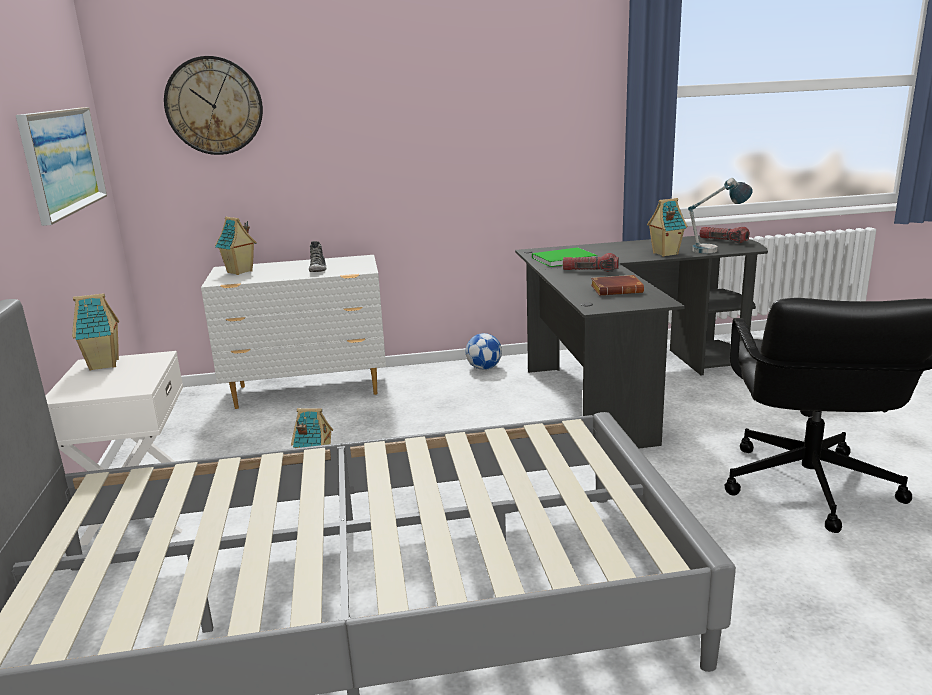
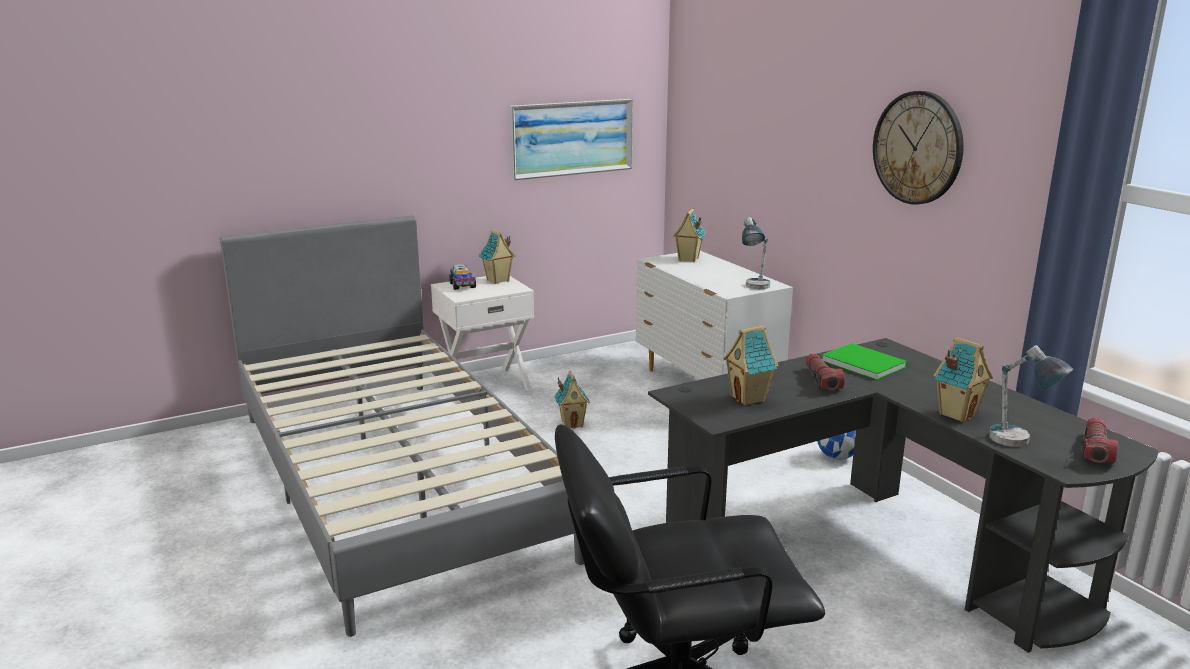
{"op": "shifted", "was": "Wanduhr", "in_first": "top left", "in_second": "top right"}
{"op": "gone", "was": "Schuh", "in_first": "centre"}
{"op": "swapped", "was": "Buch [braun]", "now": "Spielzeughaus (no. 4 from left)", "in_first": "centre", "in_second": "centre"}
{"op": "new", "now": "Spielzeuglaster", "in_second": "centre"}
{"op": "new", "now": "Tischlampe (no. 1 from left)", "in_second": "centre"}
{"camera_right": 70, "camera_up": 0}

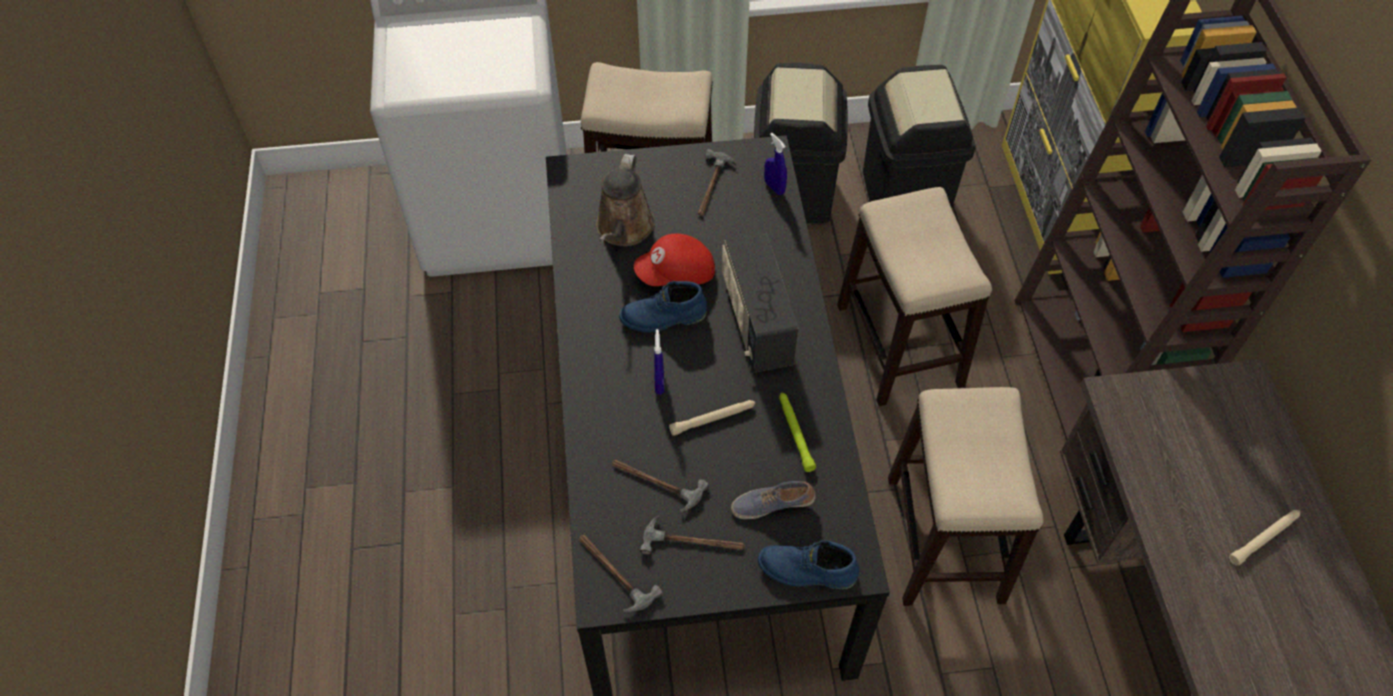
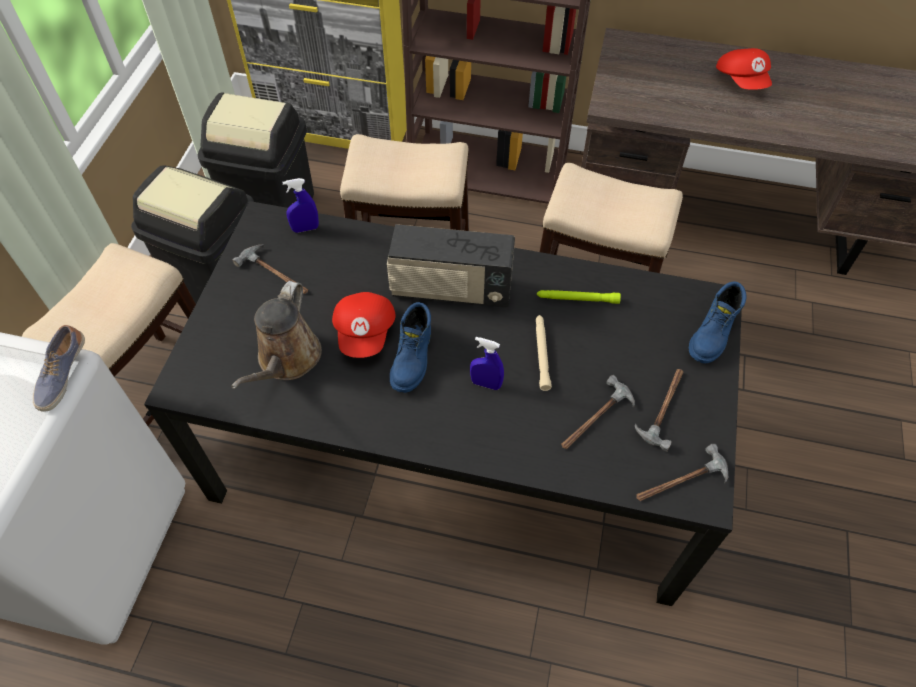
{"op": "rotated", "was": "Gießkanne [braun]", "in_first": "top centre", "in_second": "middle left", "clockwise": 75}
{"op": "shifted", "was": "Schuh", "in_first": "bottom centre", "in_second": "middle left"}
{"op": "swapped", "was": "Taschenlampe [beige] (no. 2 from left)", "now": "Kappe [rot] (no. 2 from left)", "in_first": "bottom right", "in_second": "top right"}
{"camera_right": -70, "camera_up": 0}

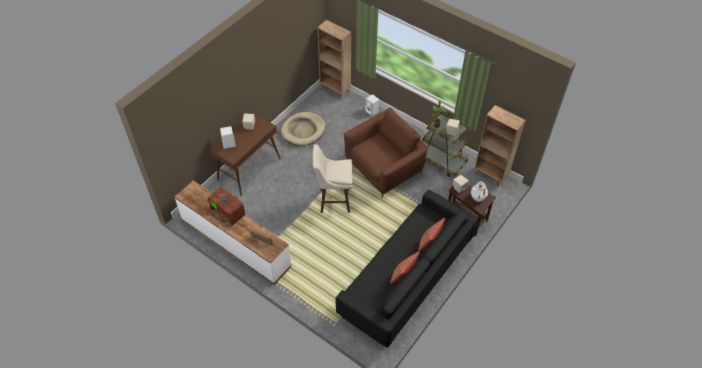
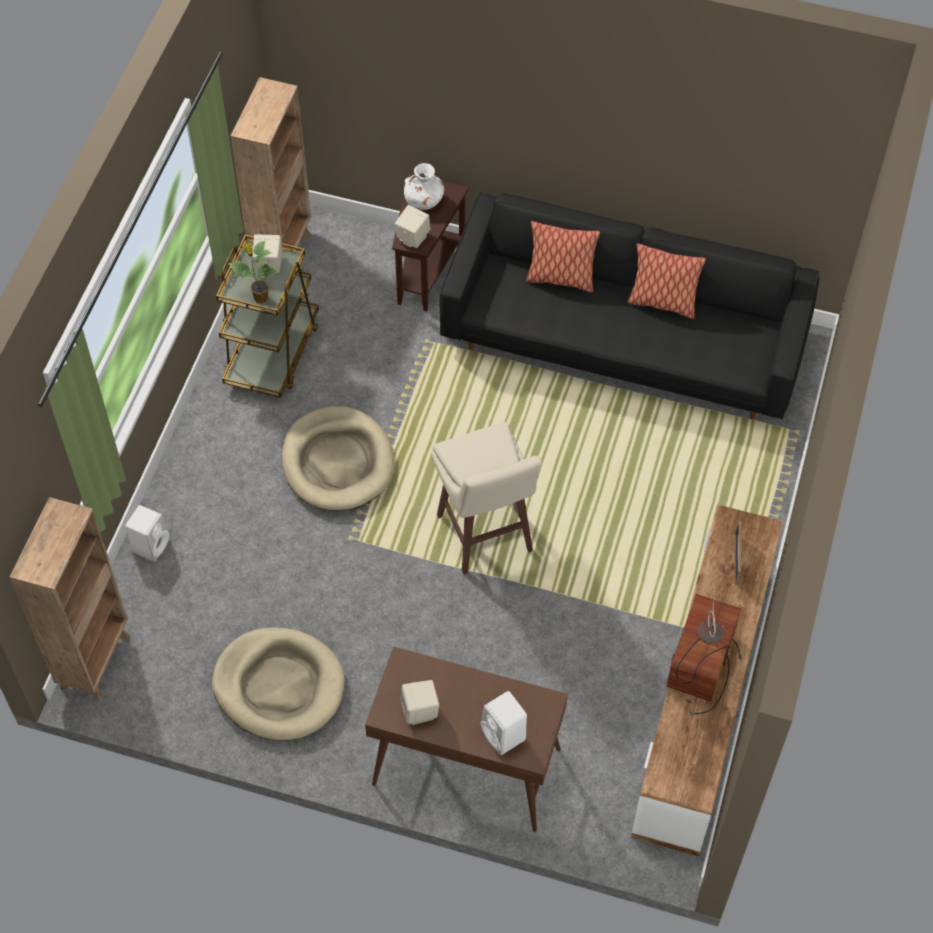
{"op": "swapped", "was": "Sessel [braun]", "now": "Hundebett [beige] (no. 2 from left)", "in_first": "centre", "in_second": "centre"}
{"camera_right": -110, "camera_up": 5}

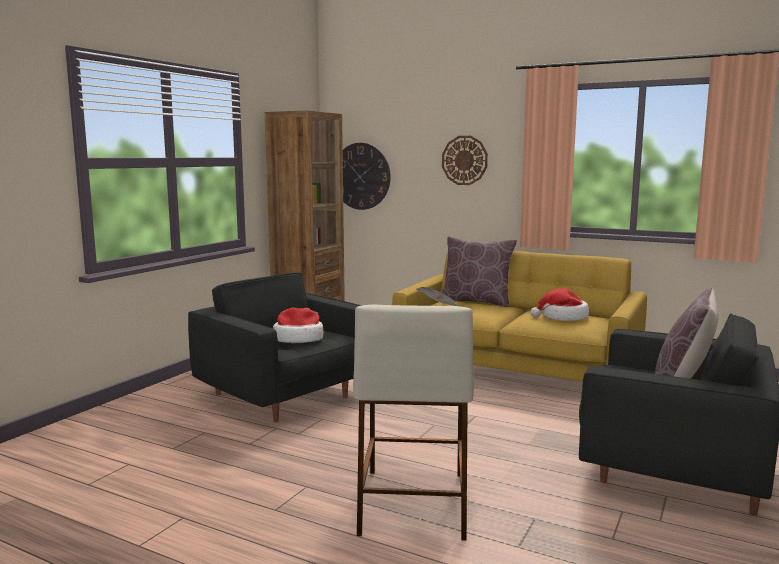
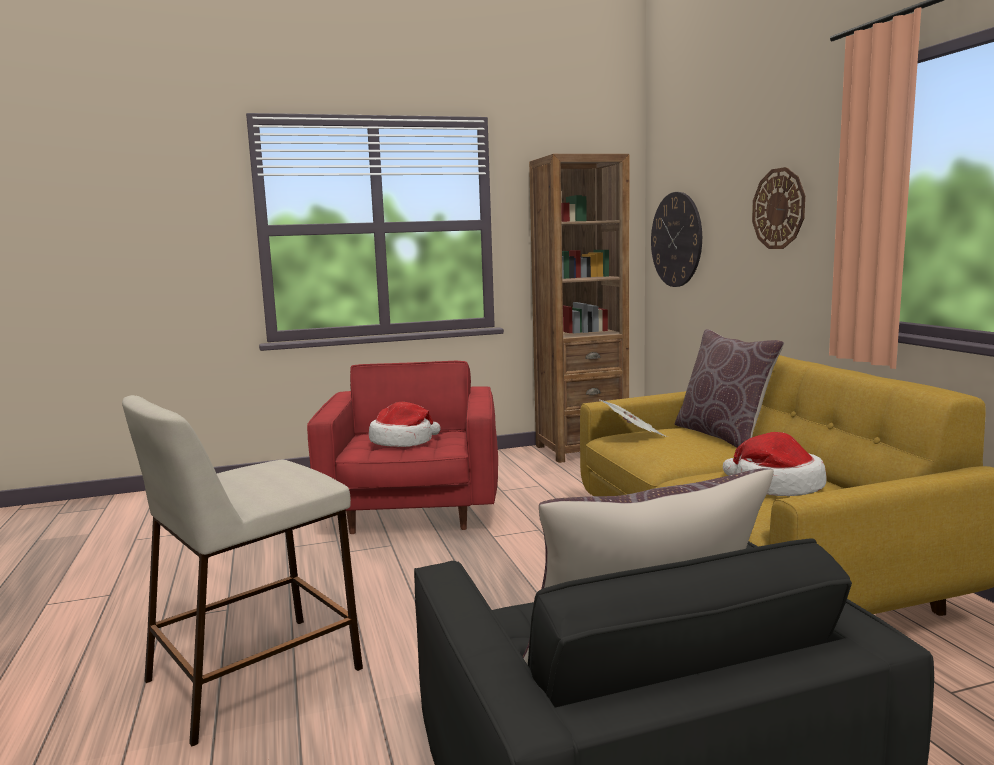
{"op": "repainted", "was": "Sessel [schwarz] (no. 1 from left)", "now": "Sessel [rot]", "in_first": "centre", "in_second": "centre"}
{"camera_right": 45, "camera_up": 0}

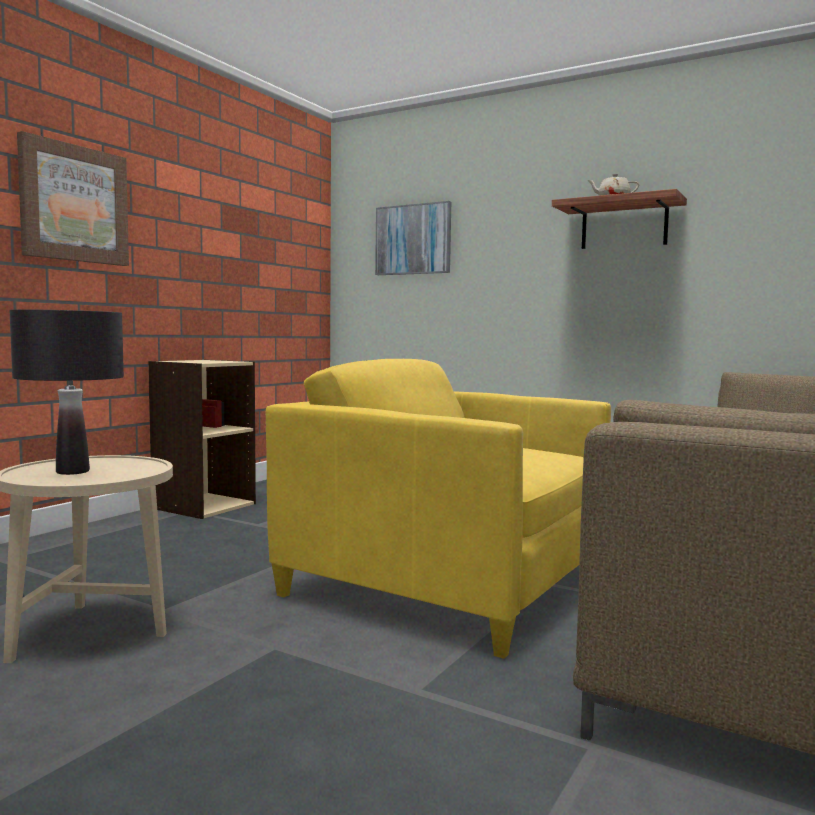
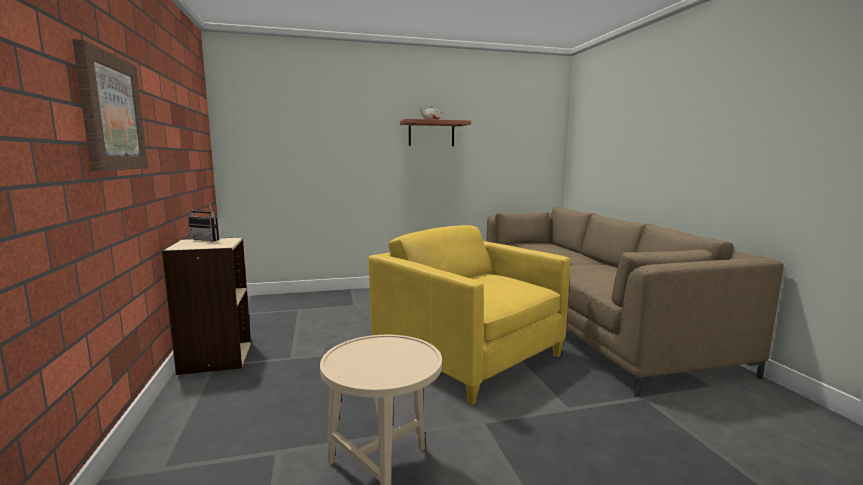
{"op": "gone", "was": "Tischlampe [schwarz]", "in_first": "middle left"}
{"op": "rotated", "was": "Sessel [gelb]", "in_first": "centre", "in_second": "centre", "clockwise": 60}
{"op": "gone", "was": "Bild (no. 2 from left)", "in_first": "top centre"}
{"op": "new", "now": "Radio", "in_second": "middle left"}
{"camera_right": -45, "camera_up": 5}

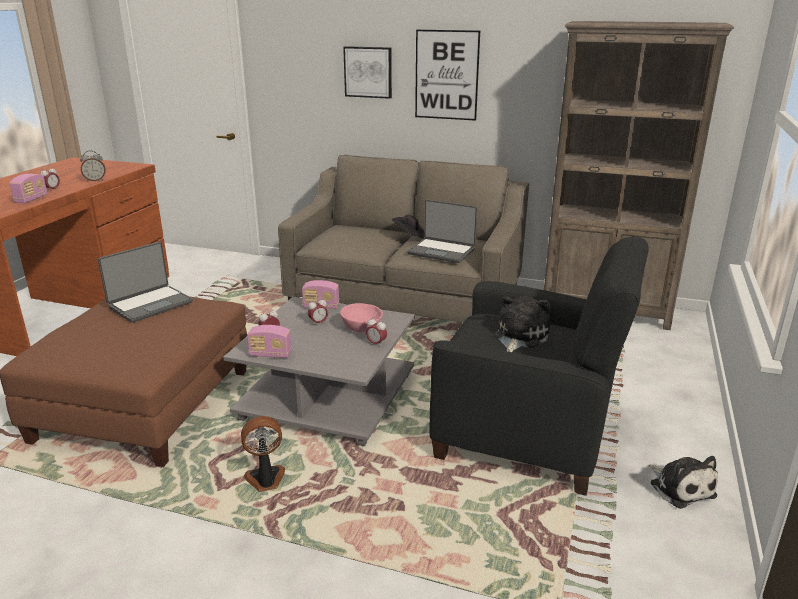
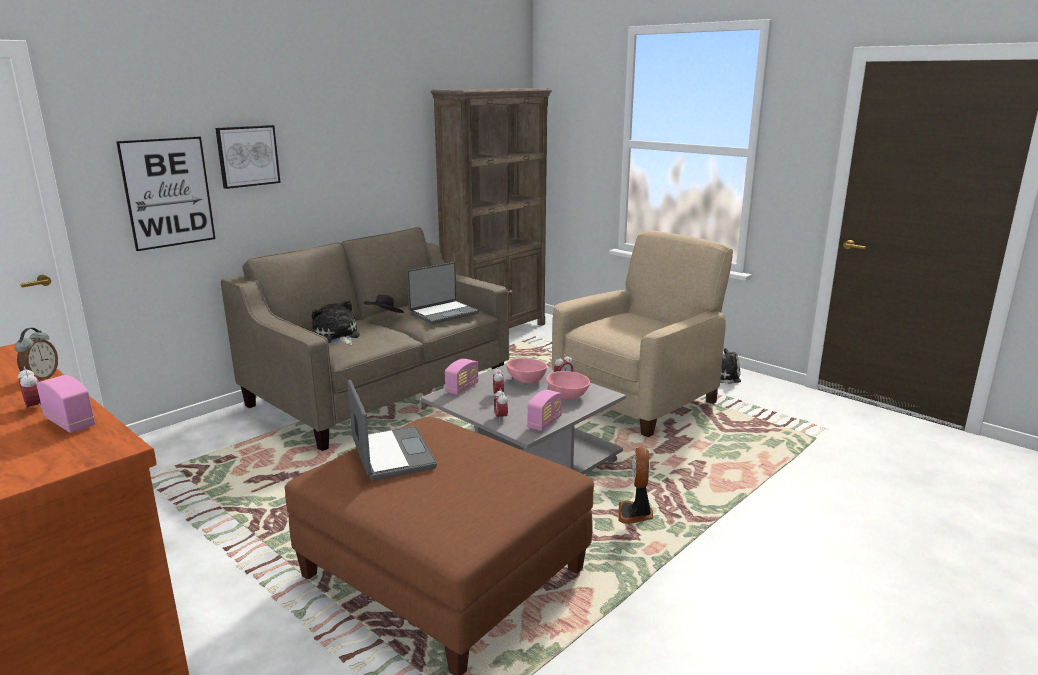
{"op": "shifted", "was": "Bild (no. 2 from left in the first image)", "now": "Bild (no. 1 from left)", "in_first": "top centre", "in_second": "top left"}
{"op": "repainted", "was": "Sessel [schwarz]", "now": "Sessel [beige]", "in_first": "middle right", "in_second": "centre"}
{"op": "shifted", "was": "Plüschtier (no. 1 from left)", "in_first": "centre", "in_second": "middle left"}
{"op": "new", "now": "Schüssel [rosa] (no. 2 from left)", "in_second": "centre"}
{"camera_right": -65, "camera_up": -5}

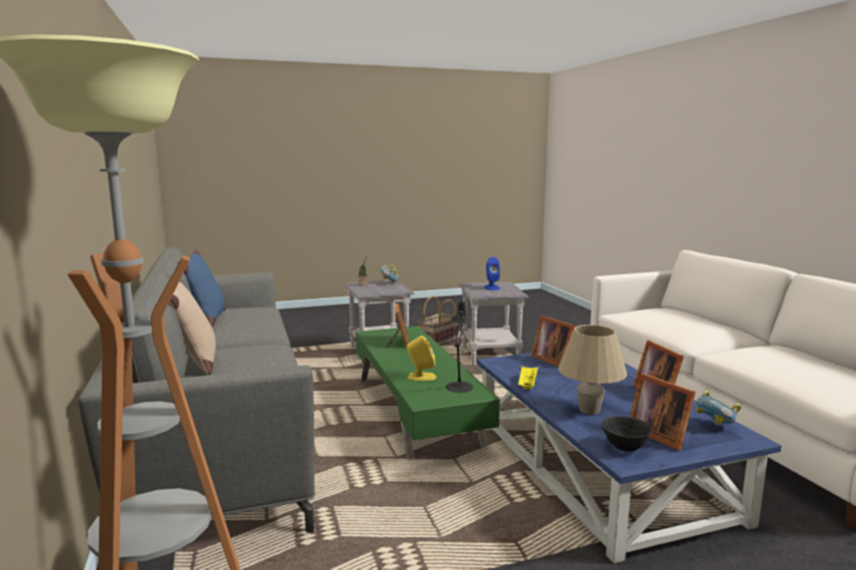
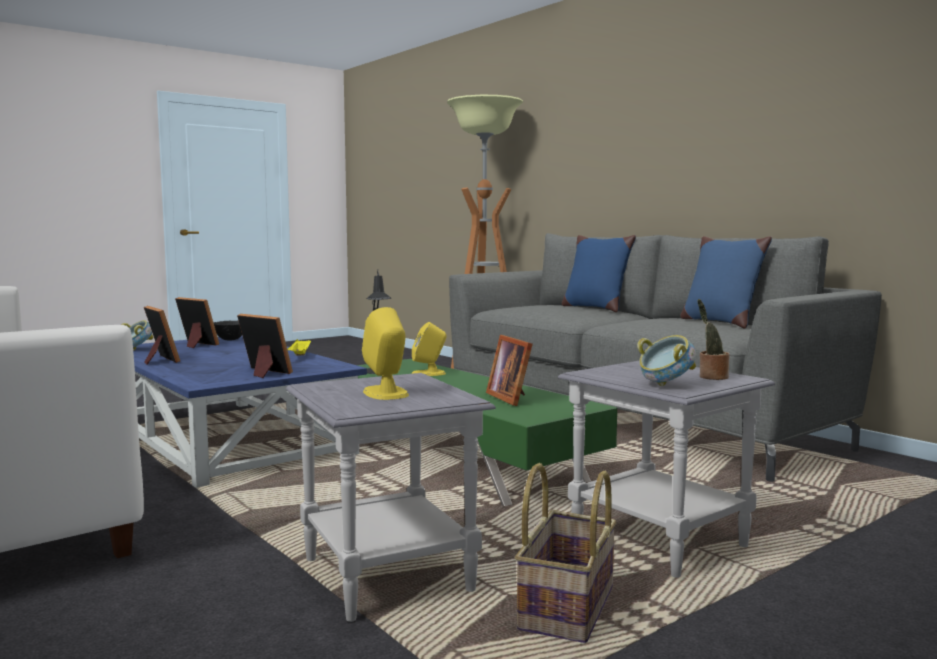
{"op": "repainted", "was": "Kissen [beige]", "now": "Kissen [blau] (no. 1 from left)", "in_first": "middle left", "in_second": "centre"}
{"op": "repainted", "was": "Lautsprecher [blau]", "now": "Lautsprecher [gelb] (no. 1 from left)", "in_first": "centre", "in_second": "centre"}
{"op": "gone", "was": "Tischlampe [beige]", "in_first": "middle right"}
{"camera_right": 160, "camera_up": -5}

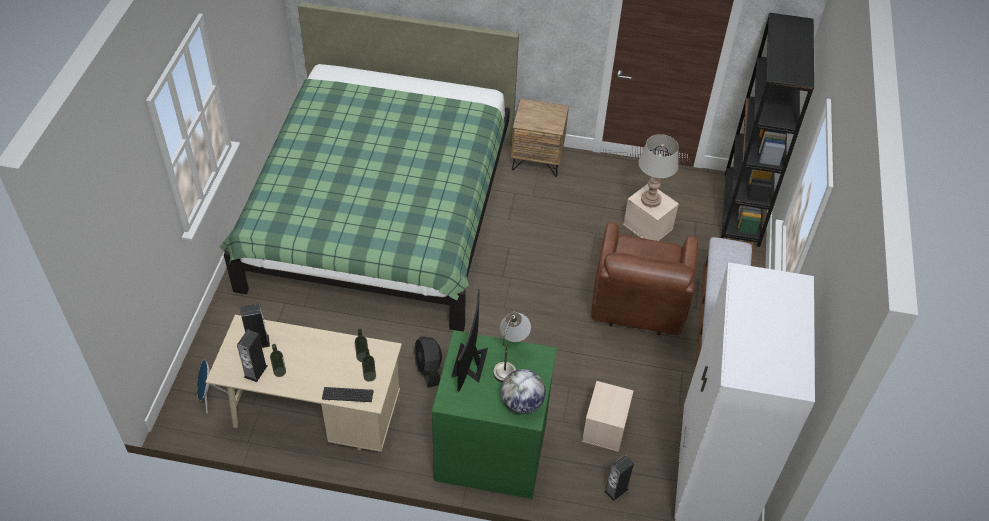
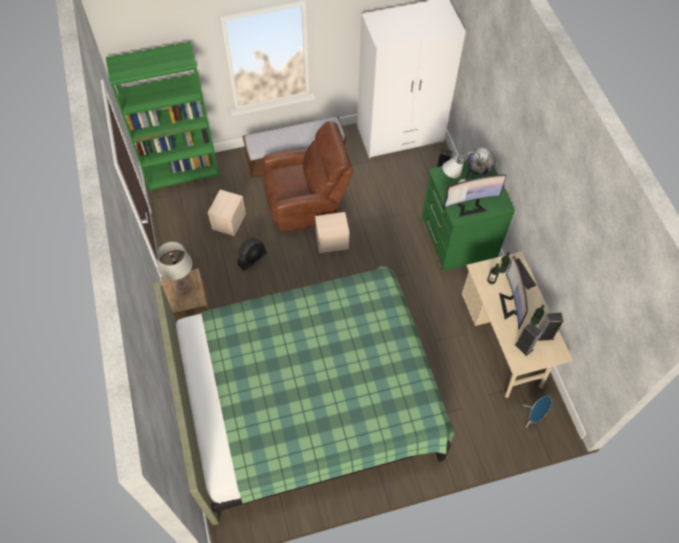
{"op": "shifted", "was": "Ventilator [schwarz]", "in_first": "bottom centre", "in_second": "centre"}
{"op": "shifted", "was": "Aufbewahrungsbox [beige] (no. 1 from left in the first image)", "now": "Aufbewahrungsbox [beige] (no. 2 from left)", "in_first": "bottom centre", "in_second": "centre"}
{"op": "shifted", "was": "Tischlampe [grau] (no. 2 from left in the first image)", "now": "Tischlampe [grau] (no. 1 from left)", "in_first": "top centre", "in_second": "middle left"}
{"op": "repainted", "was": "Bücherregal [schwarz]", "now": "Bücherregal [grün]", "in_first": "top right", "in_second": "top left"}
{"op": "new", "now": "Monitor (no. 2 from left)", "in_second": "middle right"}
{"camera_right": -115, "camera_up": 10}

